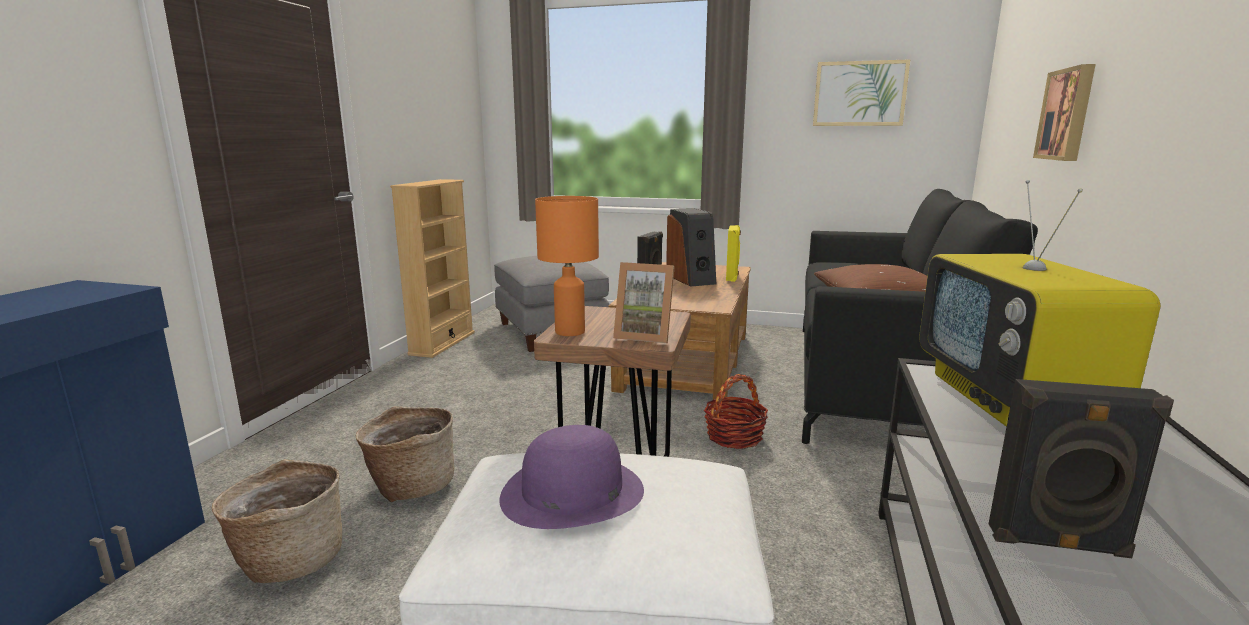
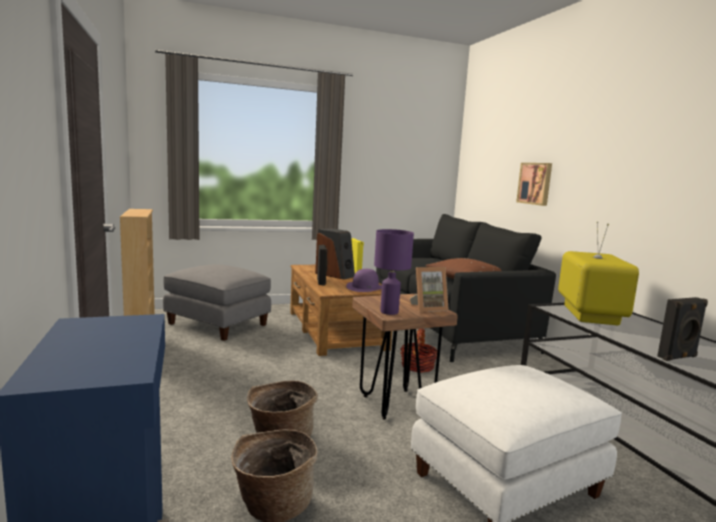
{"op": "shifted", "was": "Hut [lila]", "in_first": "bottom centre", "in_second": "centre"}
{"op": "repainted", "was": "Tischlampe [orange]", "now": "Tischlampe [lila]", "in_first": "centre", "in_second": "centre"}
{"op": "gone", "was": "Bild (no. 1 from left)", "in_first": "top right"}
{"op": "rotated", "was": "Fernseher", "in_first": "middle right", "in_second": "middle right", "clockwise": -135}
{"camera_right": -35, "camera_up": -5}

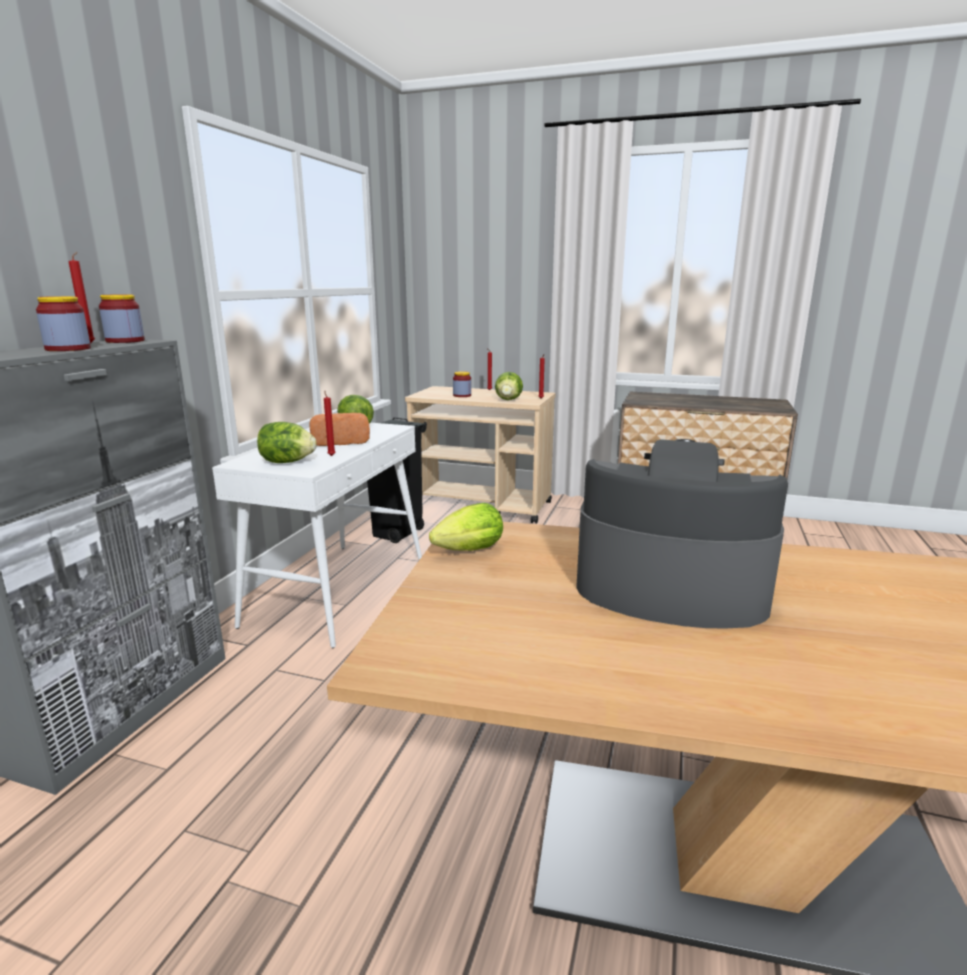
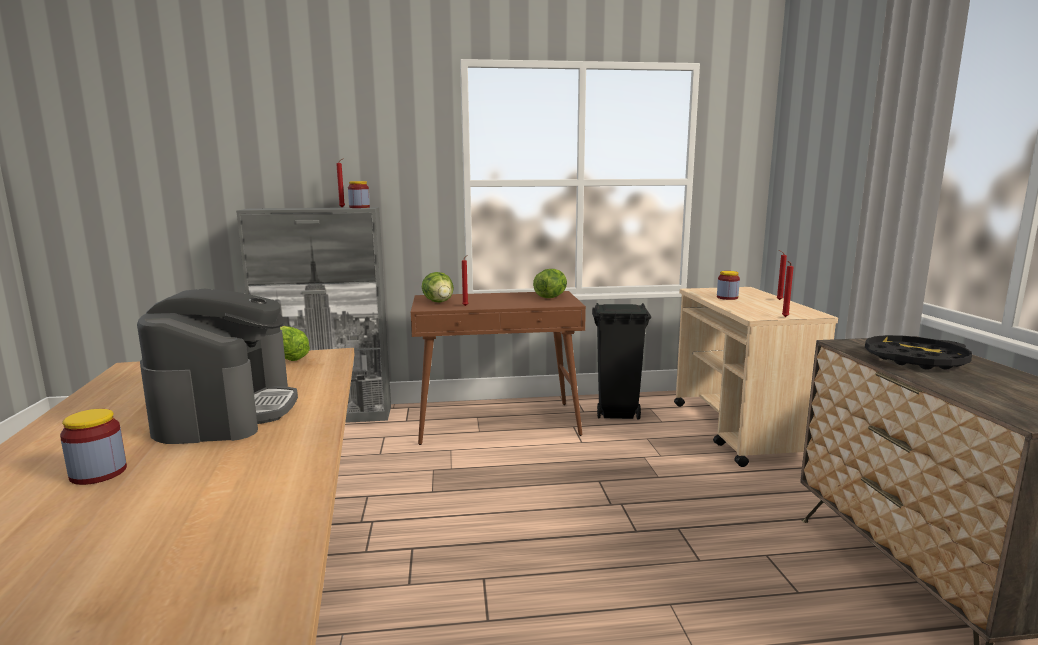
{"op": "shifted", "was": "Vorratsglas (no. 1 from left)", "in_first": "top left", "in_second": "bottom left"}
{"op": "repainted", "was": "Konsolentisch [weiß]", "now": "Konsolentisch [braun]", "in_first": "middle left", "in_second": "centre"}
{"op": "gone", "was": "Brot", "in_first": "centre"}
{"op": "gone", "was": "Salatkopf (no. 4 from left)", "in_first": "centre"}
{"op": "new", "now": "Tablett [schwarz]", "in_second": "middle right"}
{"camera_right": 65, "camera_up": -5}

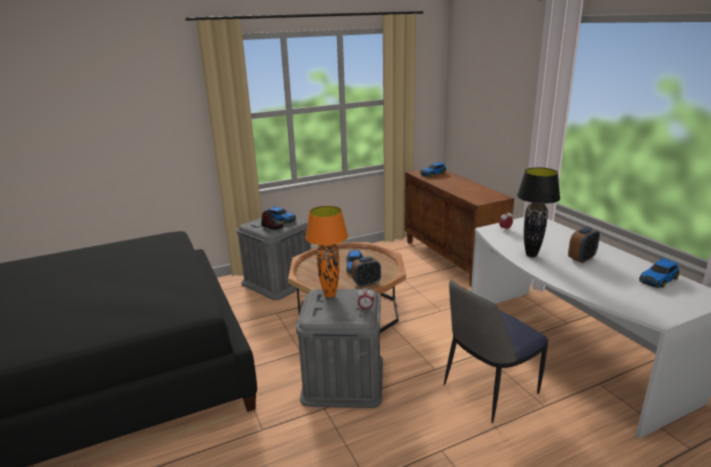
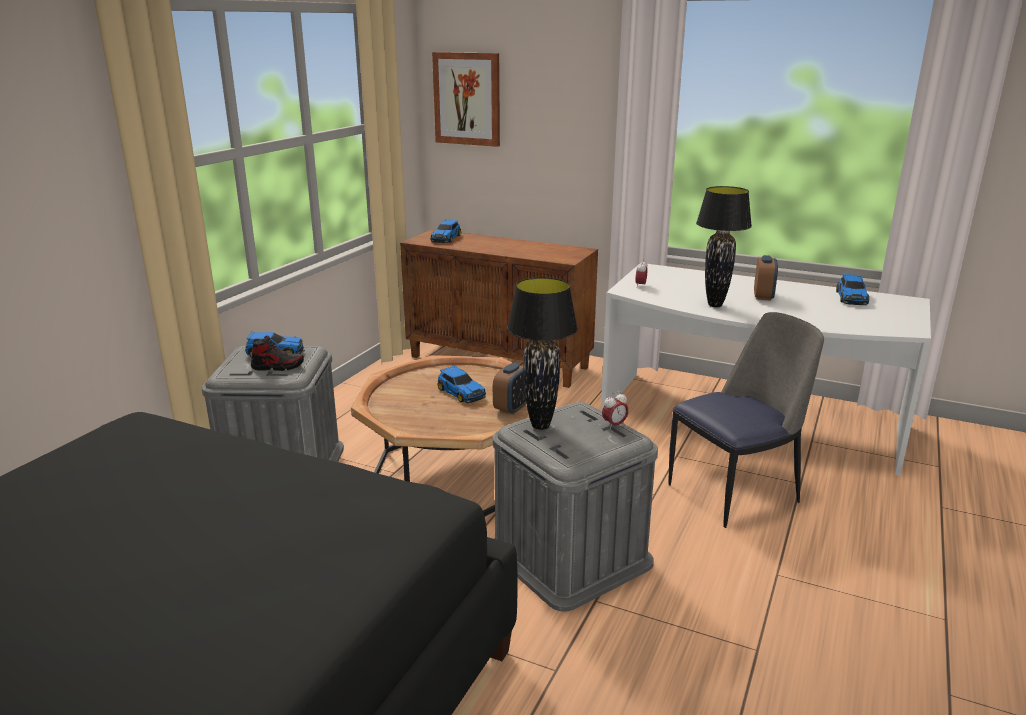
{"op": "repainted", "was": "Tischlampe [orange]", "now": "Tischlampe [schwarz] (no. 1 from left)", "in_first": "centre", "in_second": "centre"}
{"op": "rotated", "was": "Stuhl", "in_first": "bottom right", "in_second": "middle right", "clockwise": -135}
{"op": "new", "now": "Bild", "in_second": "top centre"}
{"camera_right": -40, "camera_up": 0}

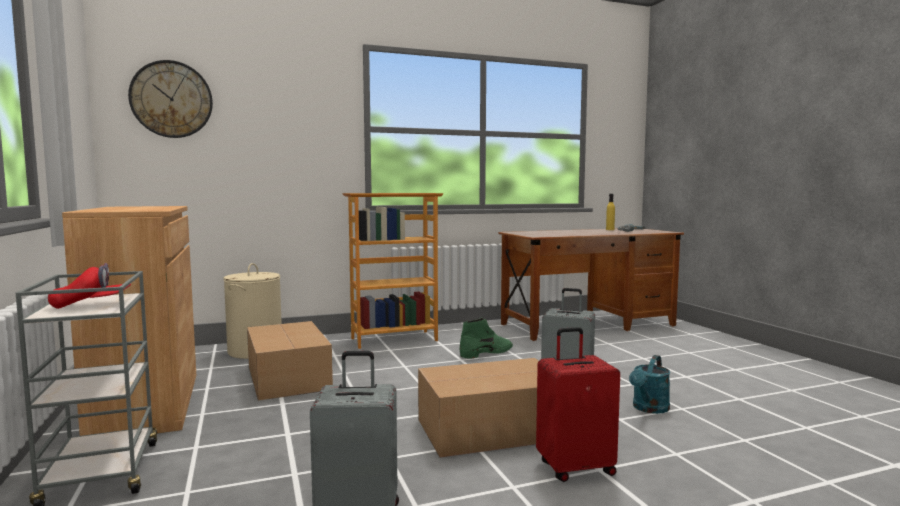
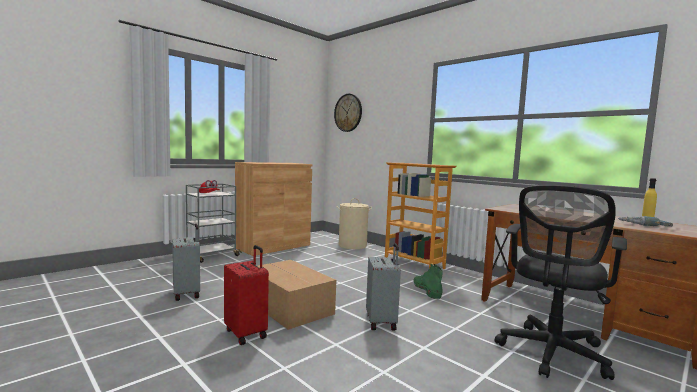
{"op": "gone", "was": "Karton (no. 1 from left)", "in_first": "bottom left"}
{"op": "rotated", "was": "Stiefel [grün]", "in_first": "centre", "in_second": "bottom centre", "clockwise": -135}
{"op": "gone", "was": "Gießkanne [türkis]", "in_first": "bottom right"}
{"op": "new", "now": "Bürostuhl [schwarz]", "in_second": "bottom right"}
{"camera_right": 65, "camera_up": 0}

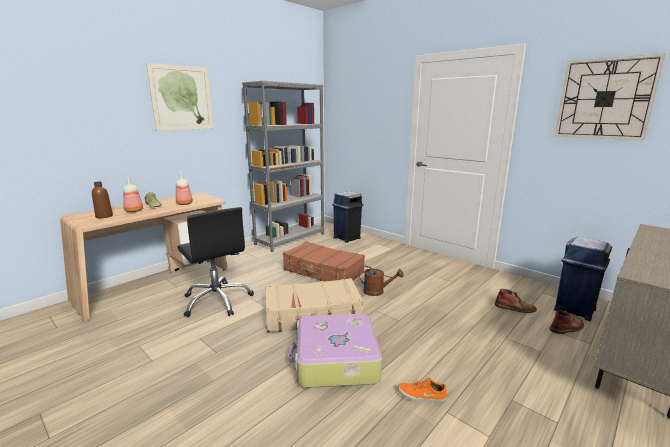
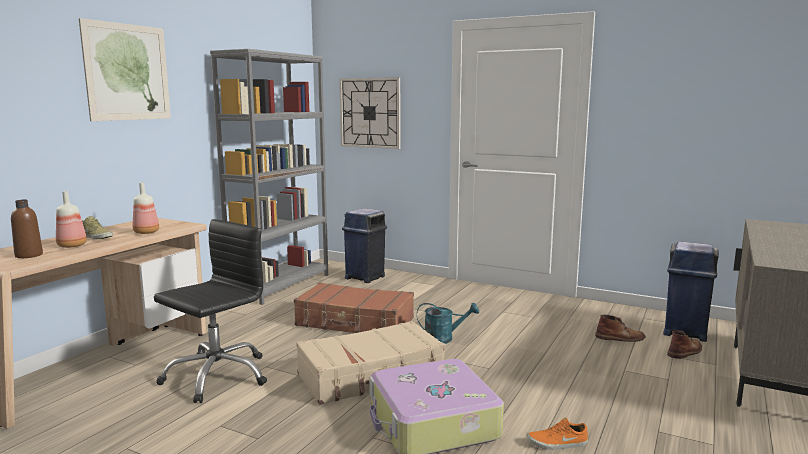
{"op": "rotated", "was": "Bürostuhl [schwarz]", "in_first": "middle left", "in_second": "bottom left", "clockwise": -90}
{"op": "repainted", "was": "Gießkanne [braun]", "now": "Gießkanne [türkis]", "in_first": "centre", "in_second": "bottom centre"}
{"op": "shifted", "was": "Wanduhr", "in_first": "top right", "in_second": "top centre"}
{"camera_right": -15, "camera_up": -5}

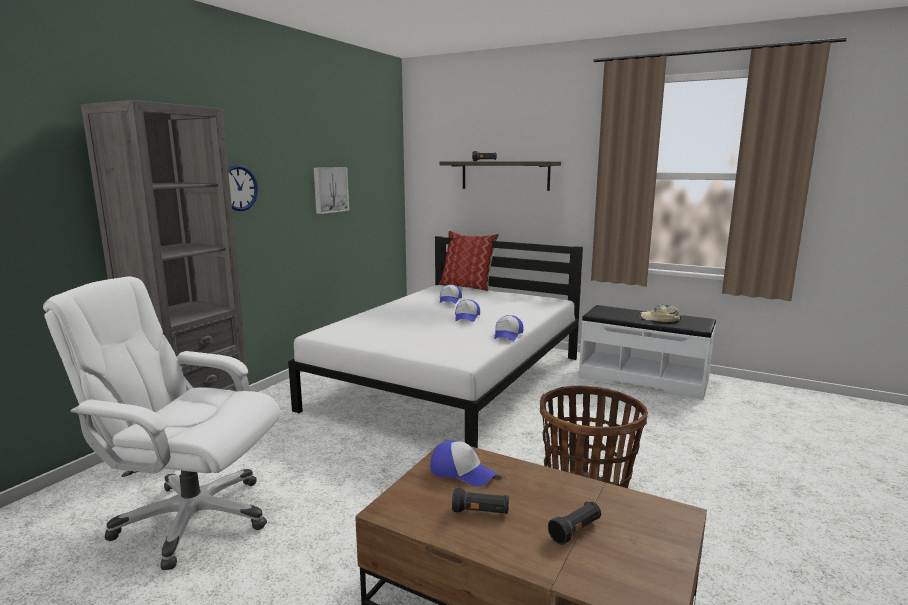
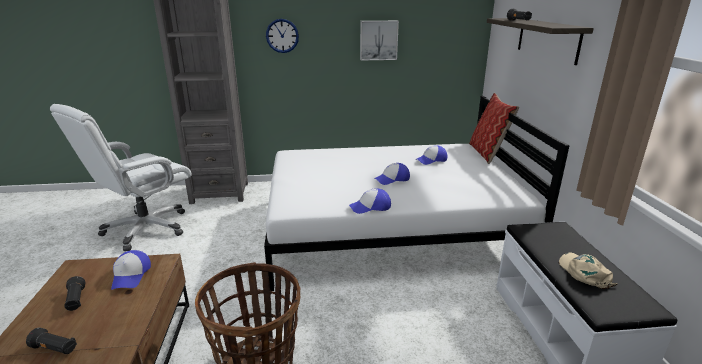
{"op": "rotated", "was": "Bürostuhl [weiß]", "in_first": "bottom left", "in_second": "middle left", "clockwise": -120}
{"camera_right": 55, "camera_up": 10}

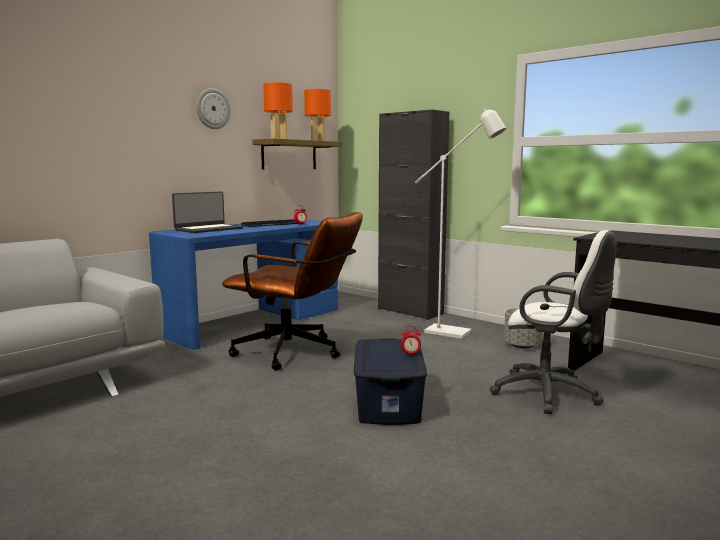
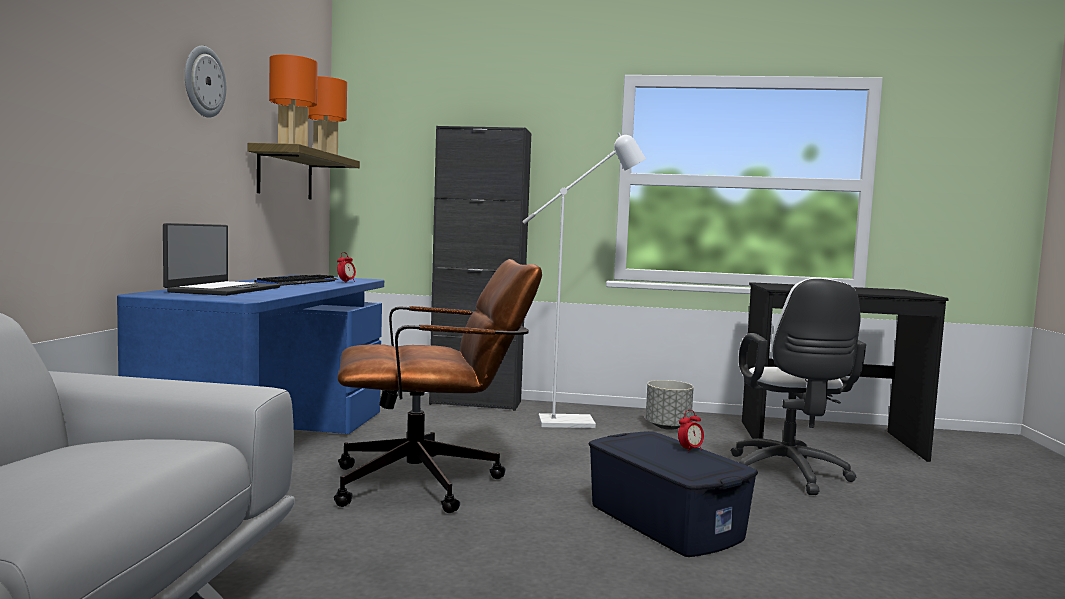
{"op": "rotated", "was": "Bürostuhl [weiß]", "in_first": "middle right", "in_second": "middle right", "clockwise": 90}
{"camera_right": -35, "camera_up": -5}

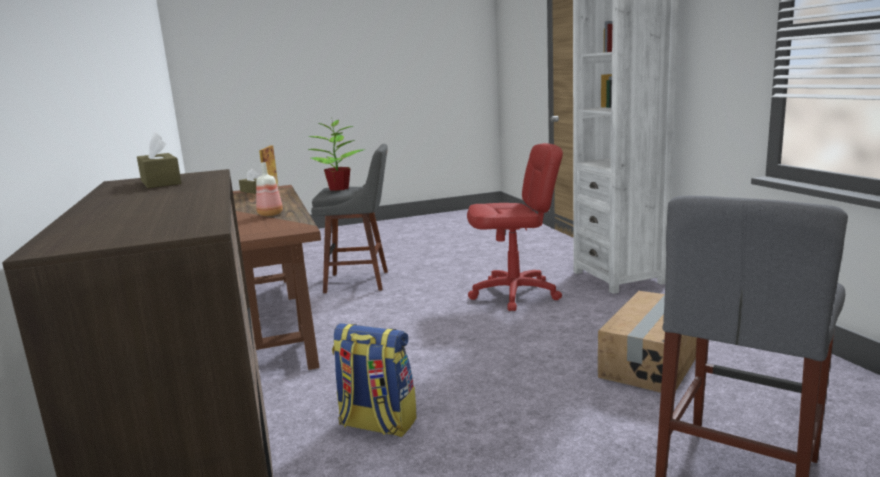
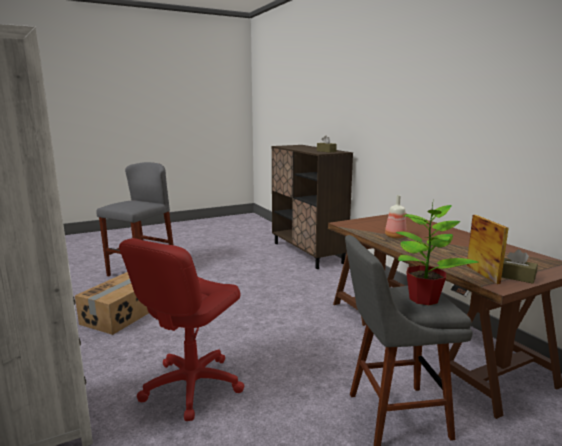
{"op": "gone", "was": "Rucksack", "in_first": "bottom centre"}
{"op": "rotated", "was": "Bürostuhl [rot]", "in_first": "centre", "in_second": "bottom left", "clockwise": -45}
{"camera_right": 170, "camera_up": 0}

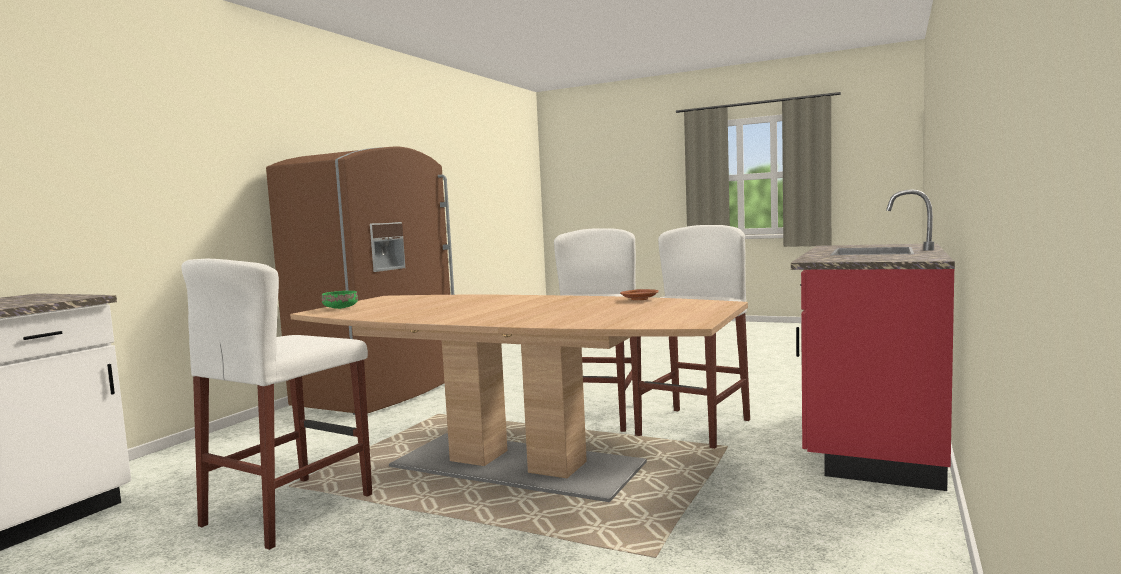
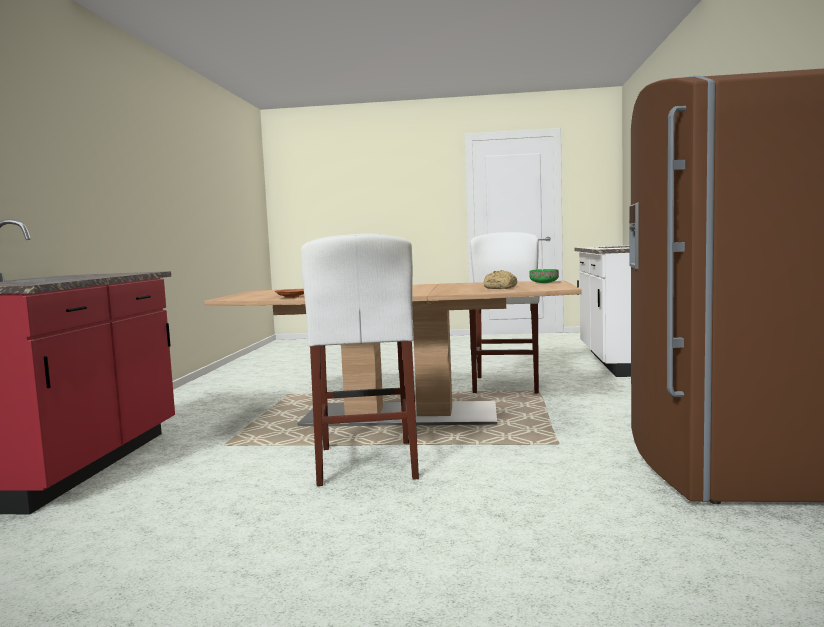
{"op": "gone", "was": "Hocker [weiß] (no. 3 from left)", "in_first": "centre"}
{"op": "new", "now": "Brot", "in_second": "centre"}
{"camera_right": 160, "camera_up": 0}

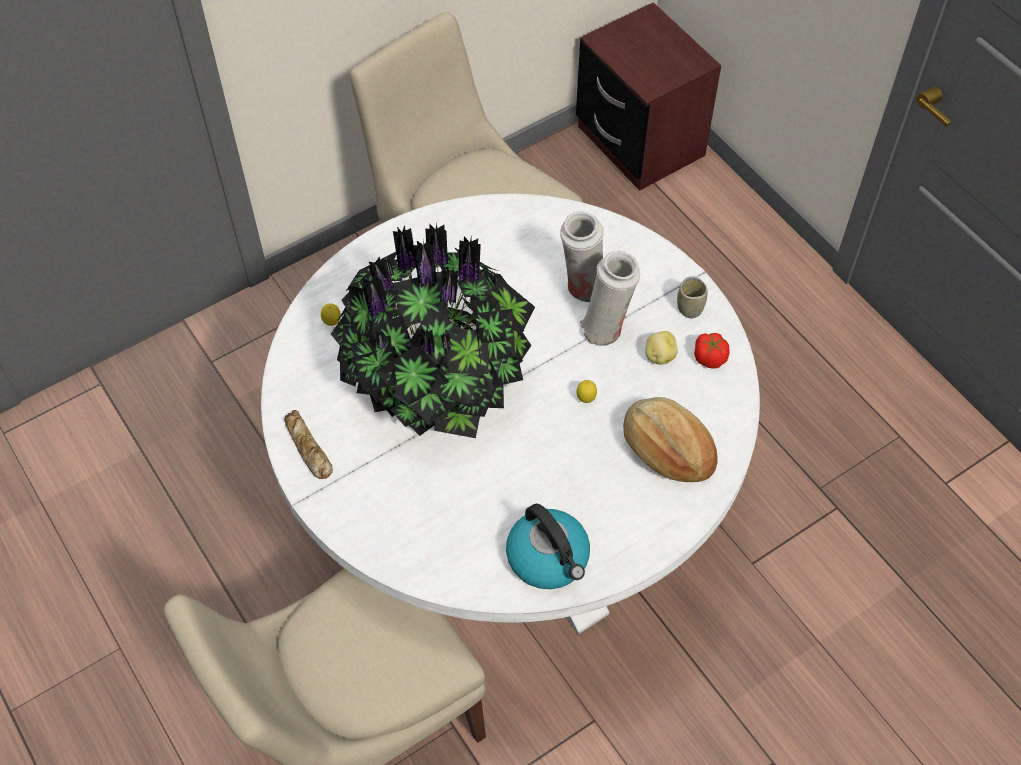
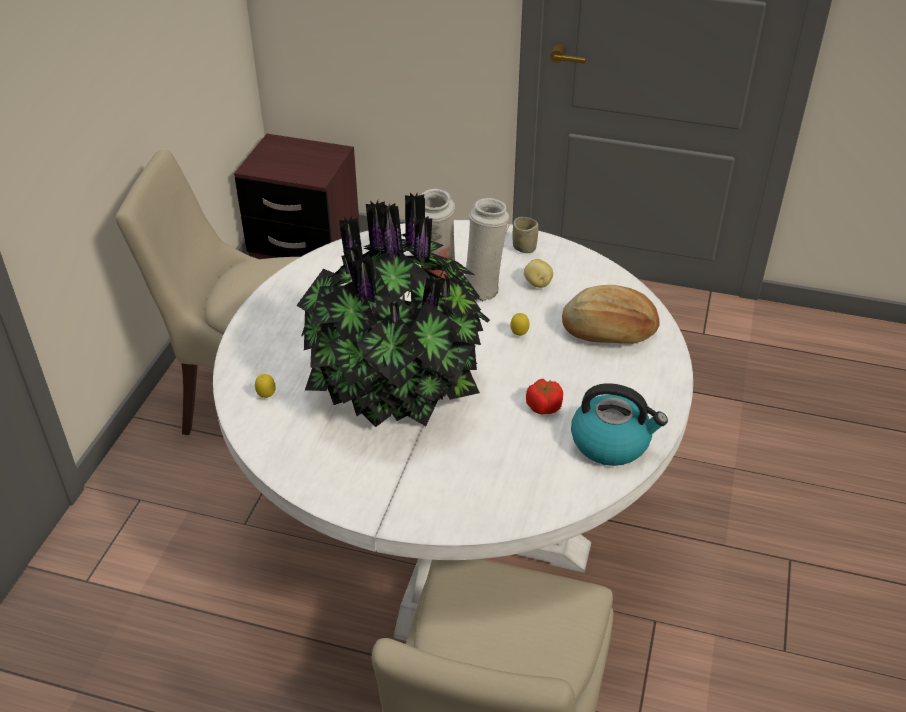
{"op": "gone", "was": "Brot (no. 1 from left)", "in_first": "middle left"}
{"op": "shifted", "was": "Tomate", "in_first": "middle right", "in_second": "centre"}
{"camera_right": -40, "camera_up": -15}

